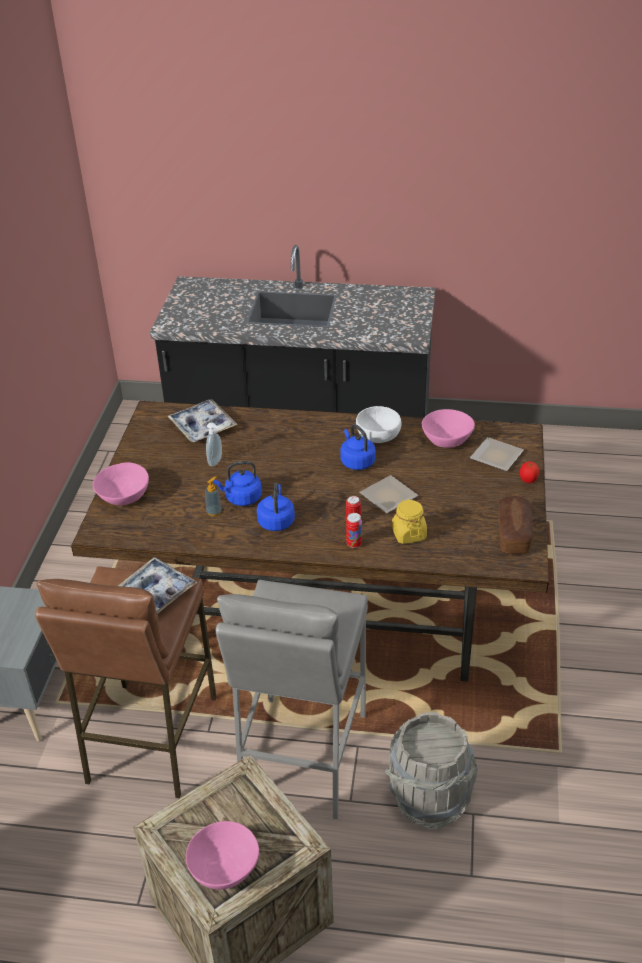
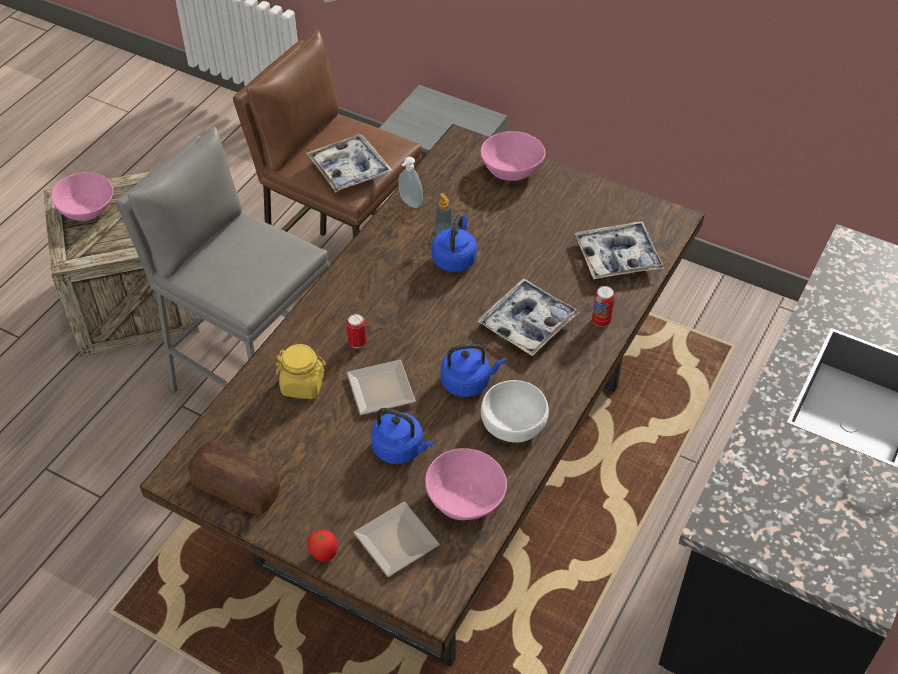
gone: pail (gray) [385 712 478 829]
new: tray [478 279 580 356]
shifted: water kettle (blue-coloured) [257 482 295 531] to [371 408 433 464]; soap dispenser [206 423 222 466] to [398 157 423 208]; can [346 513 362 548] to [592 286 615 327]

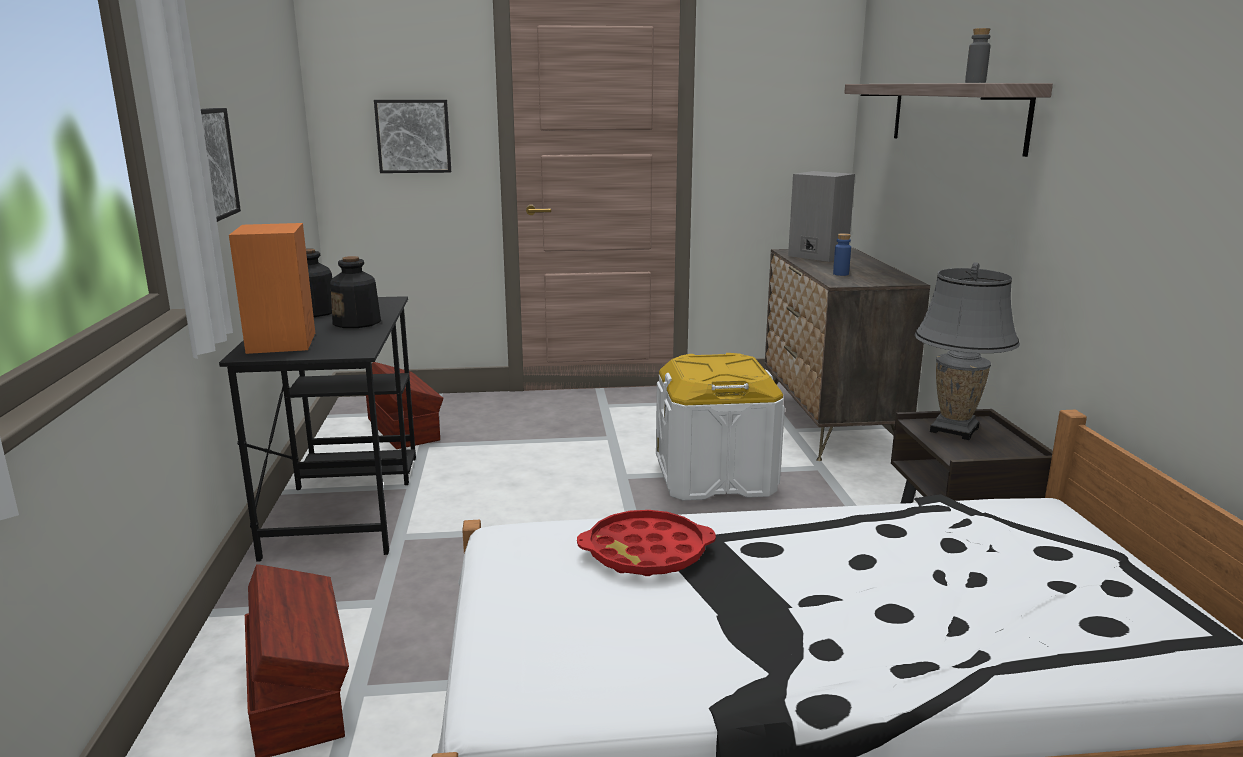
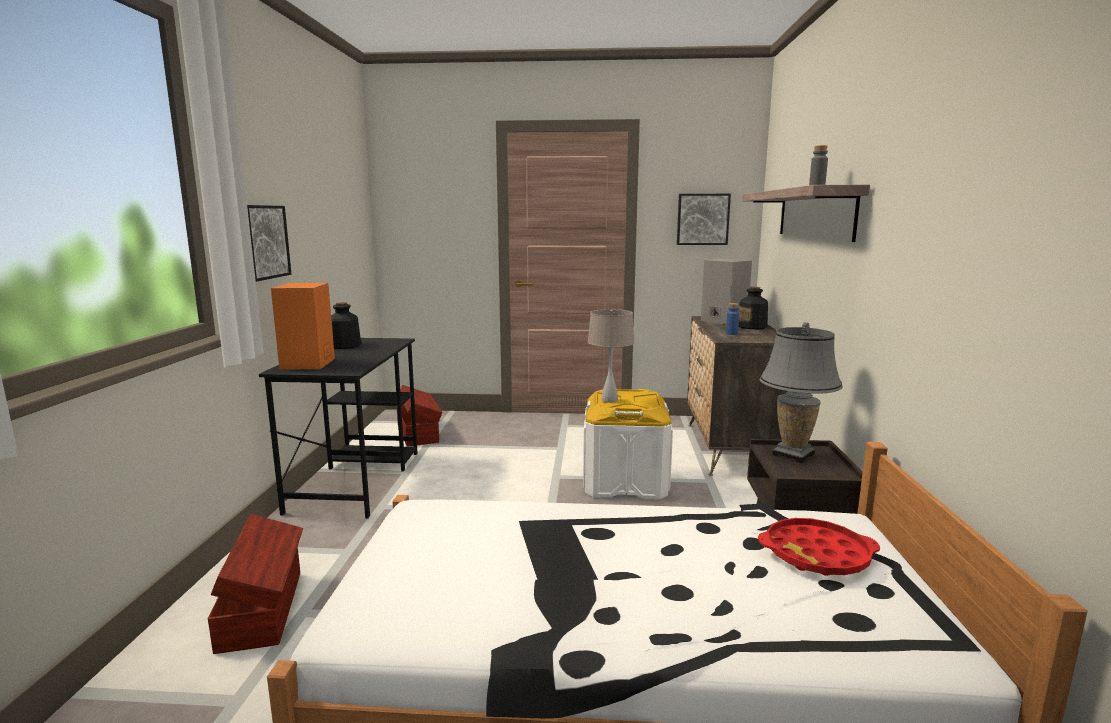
new: tabletop lamp (beige) [588 309 634 403]
shifted: wall picture [374 100 451 173] to [677 194 731 245]; drink bottle [330 256 381 328] to [739 287 768 329]; tray (red) [577 510 716 576] to [758 518 880 576]

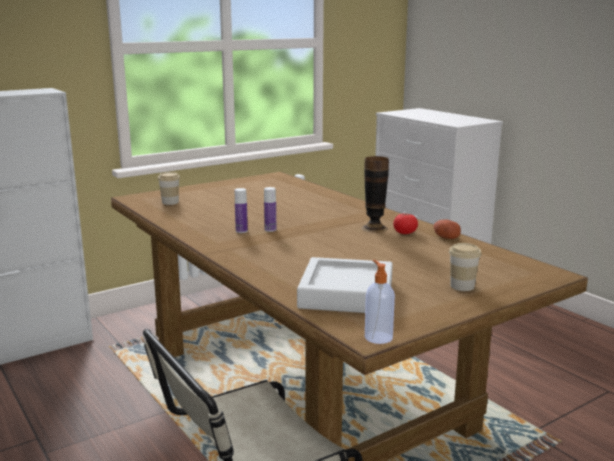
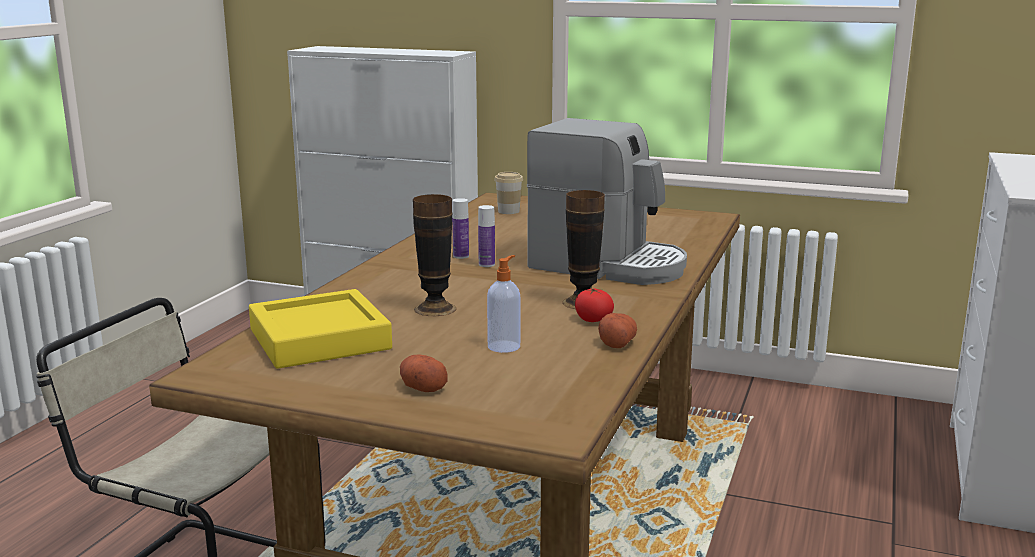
new: decorative vase [413 194 457 316]; coffee brewer [527 118 687 285]
shifted: soap dispenser [365 260 395 344] to [487 255 520 353]
swapped: small cup [449 243 481 291] to potato [400 355 447 392]
repainted: tray (gray) [297 257 393 313] to tray (yellow) [249 289 392 369]

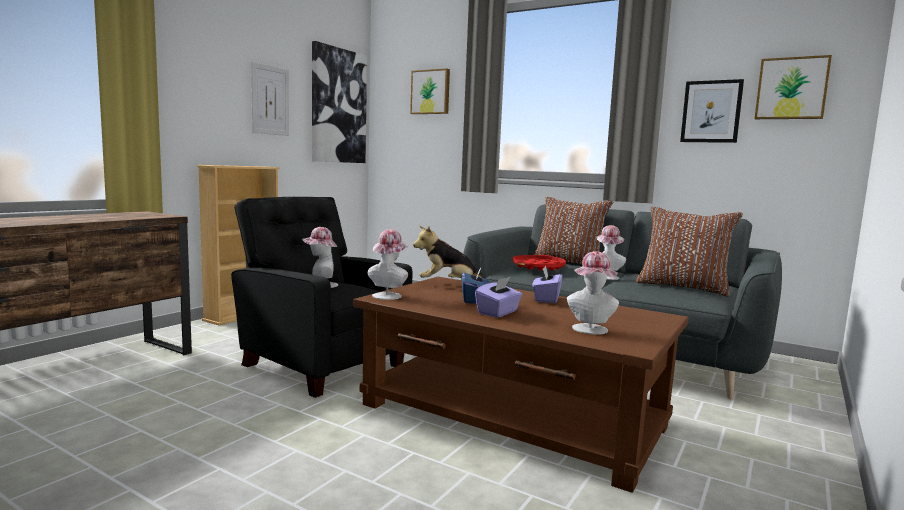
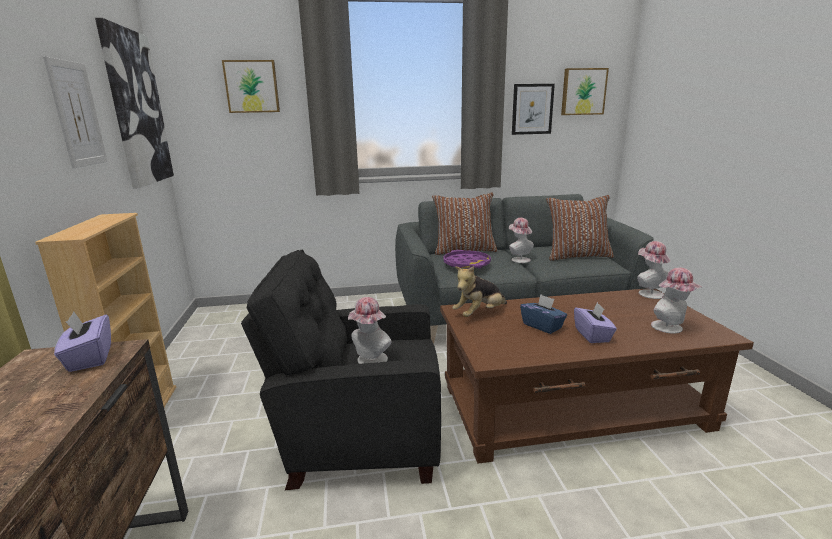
shifted: tissue holder (purplish) [533 266 562 303] to [54 311 111 372]; wearable hat [368 229 408 300] to [637 241 671 299]
repainted: tray (red) [513 255 566 271] to tray (purplish) [443 250 491 269]

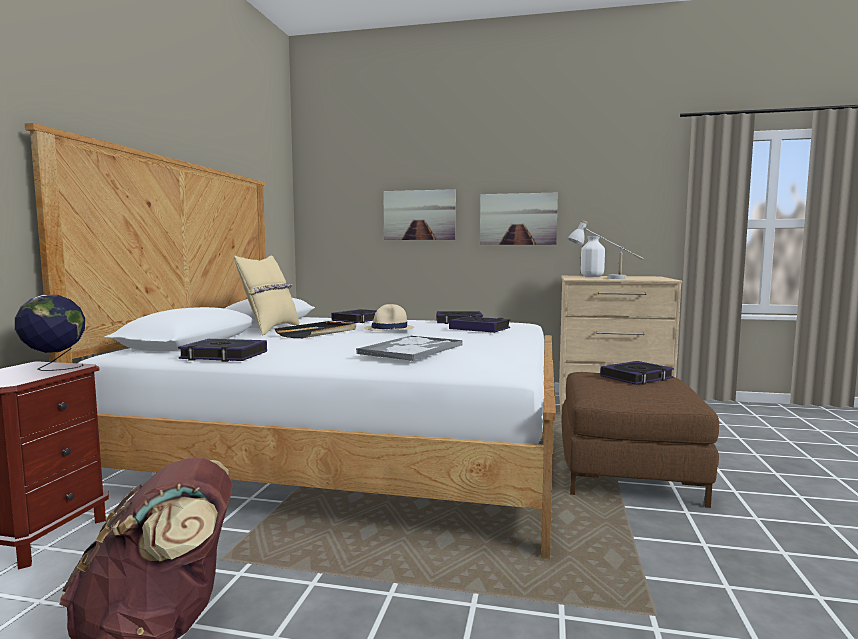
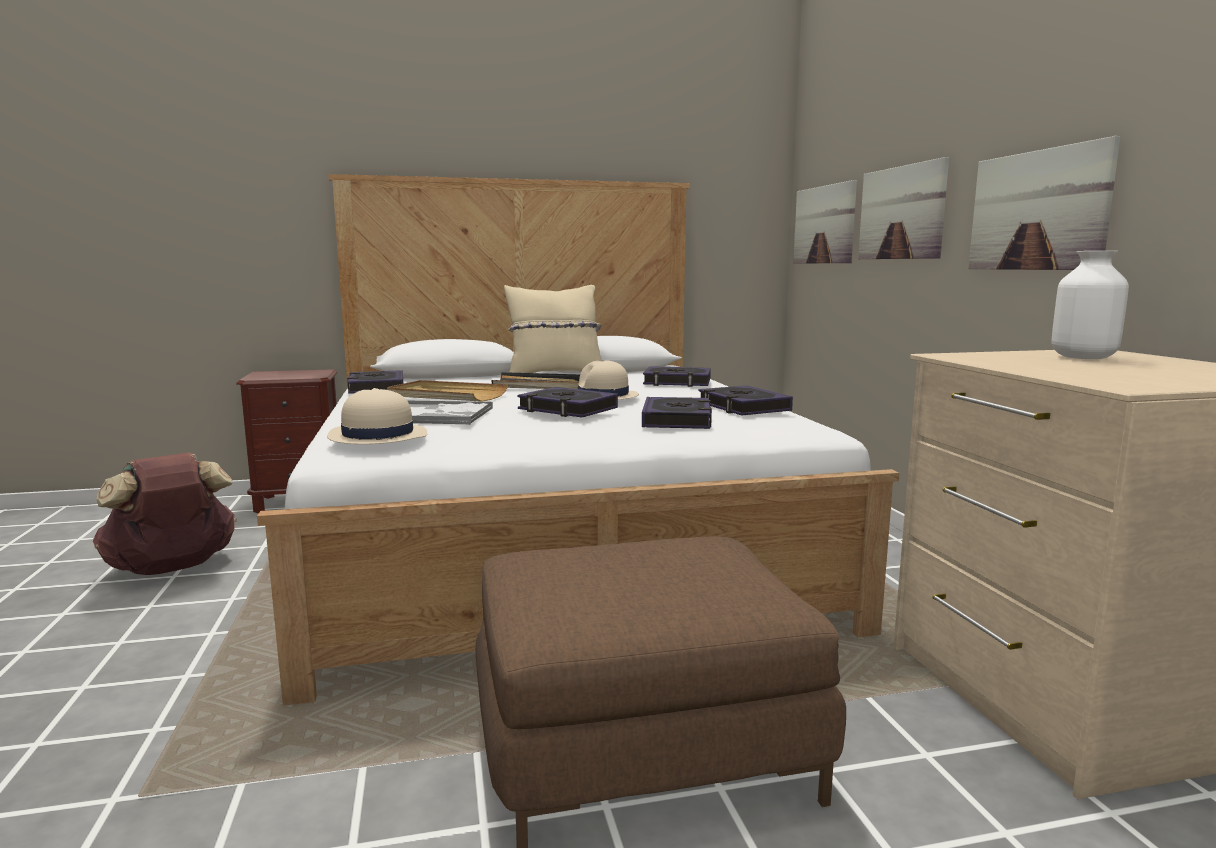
gone: globe [15 294 85 371]; tabletop lamp (white-coloured) [567 220 644 279]
new: wearable hat (beige) [327 388 427 444]; tray (beige) [387 380 508 402]; wall picture [793 180 857 263]
shifted: bound book [600 361 674 385] to [517 387 618 417]

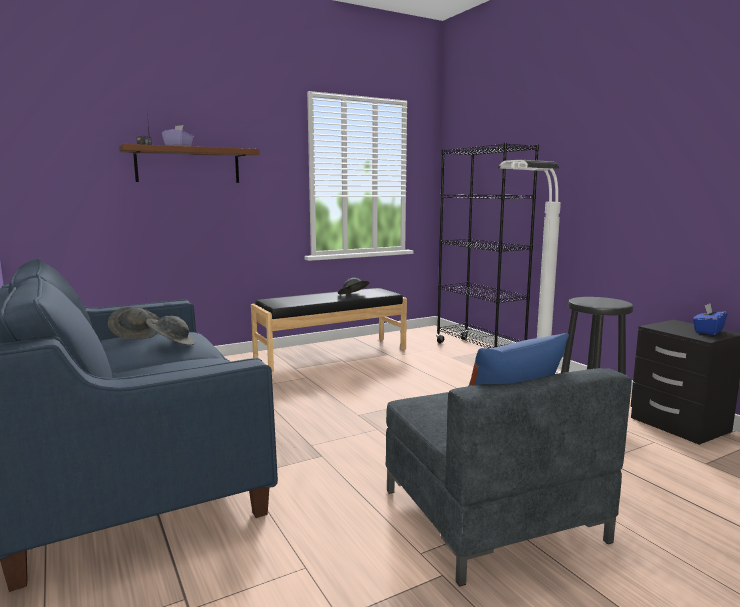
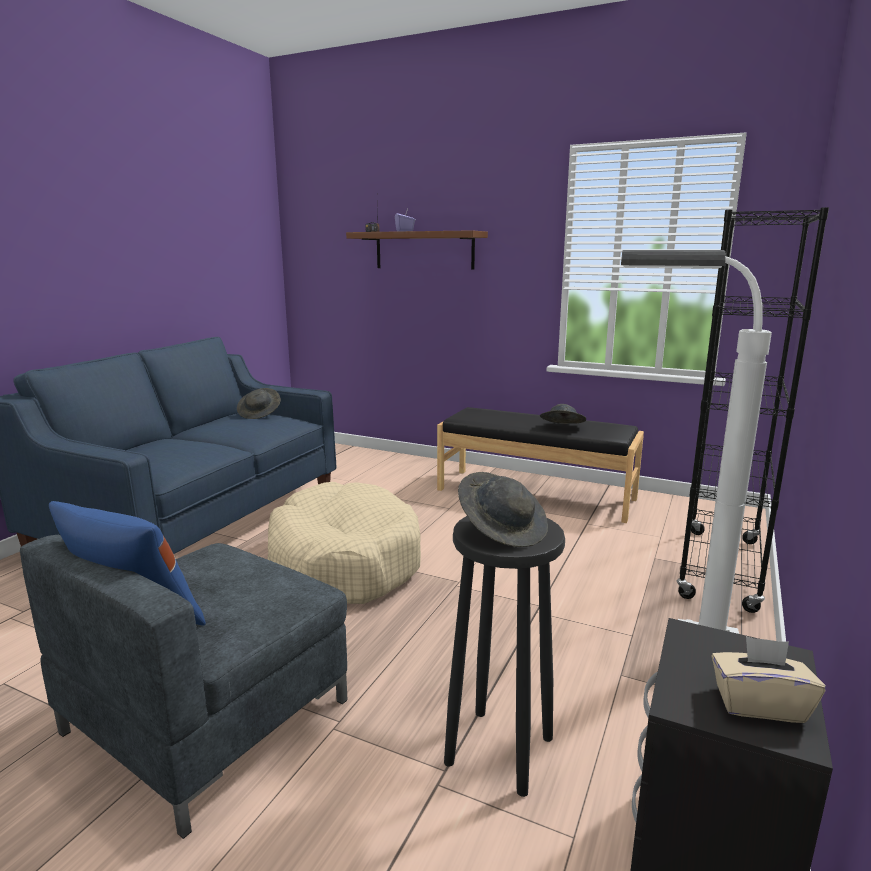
new: pet bed (beige) [267 482 421 604]
shifted: wearable hat (gray) [146 316 196 345] to [458 472 548 547]
repainted: tissue holder (blue-coloured) [693 304 727 335] to tissue holder (beige) [712 636 826 723]

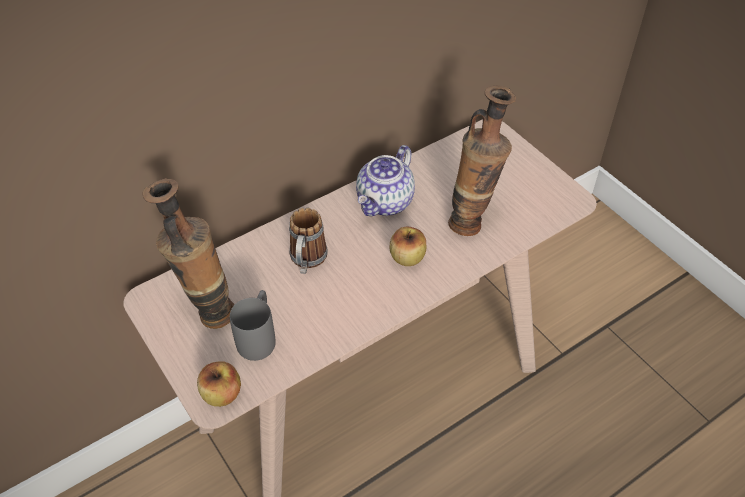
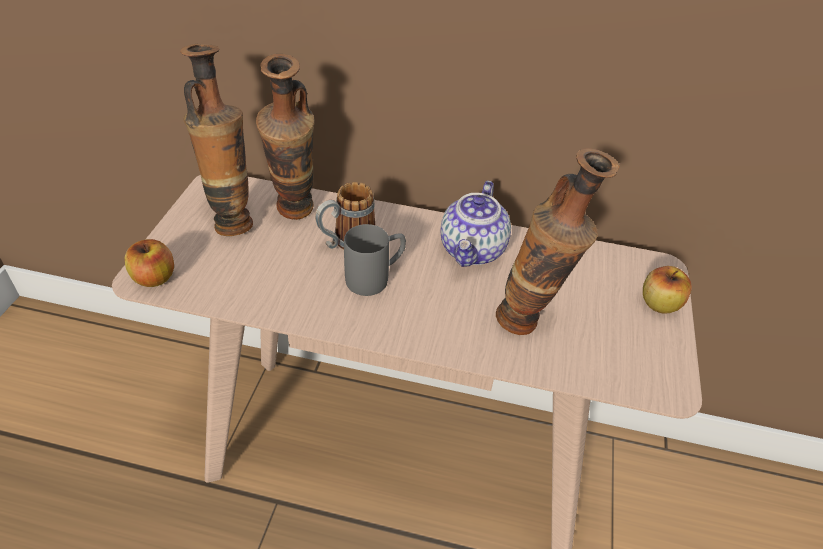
new: decorative vase [256 54 315 220]
shifted: mug (gray) [230 290 276 361] to [344 224 406 296]; apple fruit [390 227 426 266] to [643 266 692 314]
rotated: teapot [356 145 415 216] = [440 181 511 267] 60 degrees counterclockwise

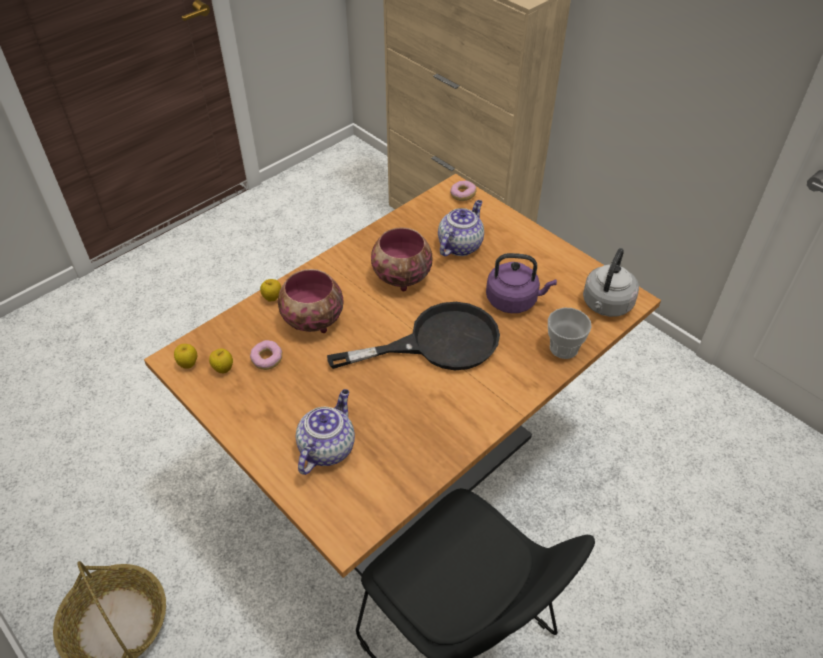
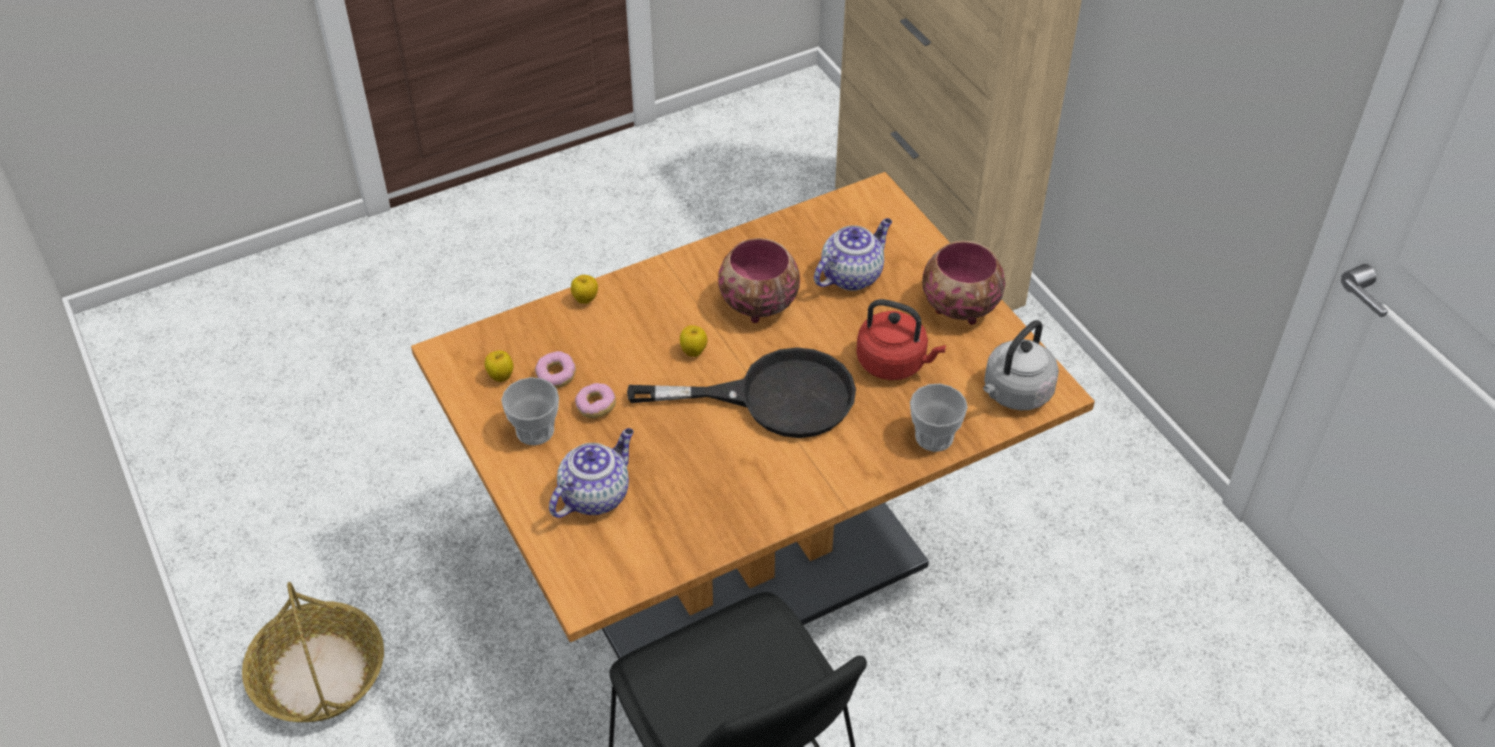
new: small cup [501 377 559 445]
shifted: ring doughnut [450 181 477 201] to [575 383 616 418]; apple fruit [174 344 197 369] to [680 325 707 357]; serving bowl [278 269 343 333] to [922 241 1005 325]
repainted: water kettle (purplish) [486 253 557 313] to water kettle (red) [856 299 946 380]

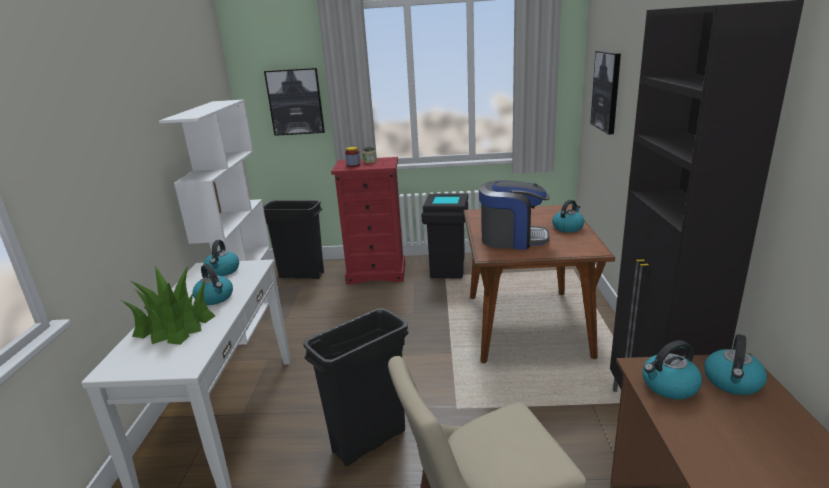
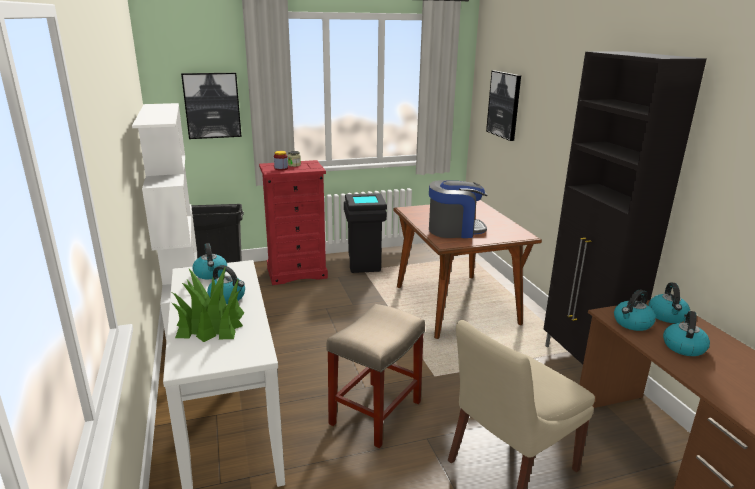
shifted: water kettle [552 200 584 233] to [663 311 710 356]
swapped: waste bin (black-coloured) [303 308 408 466] to sitting stool (beige) [326 304 425 448]

